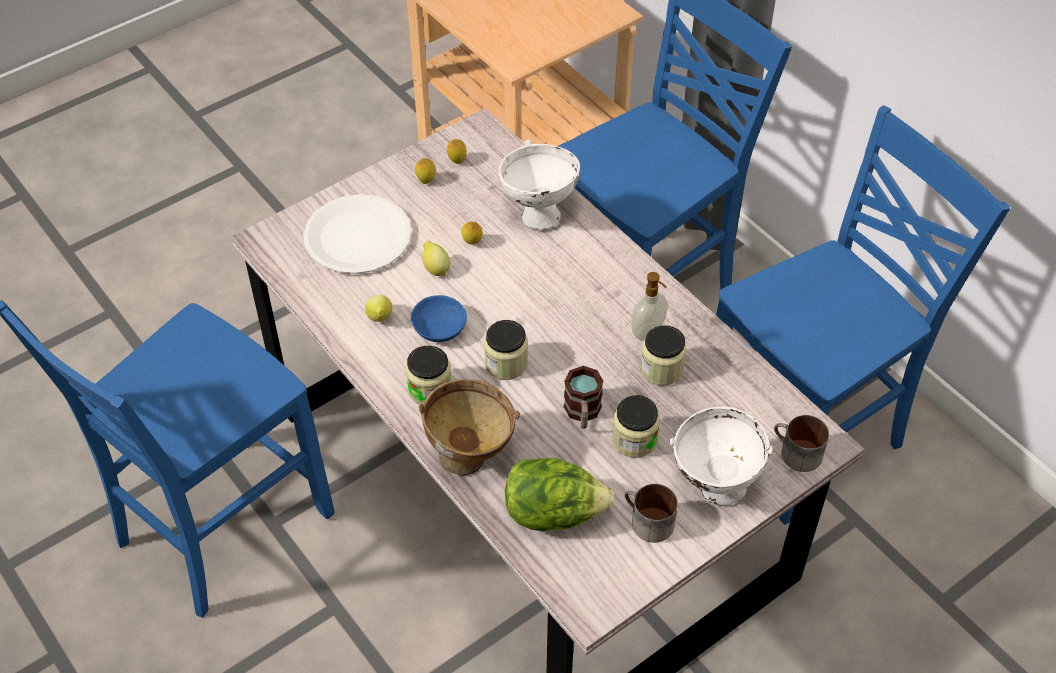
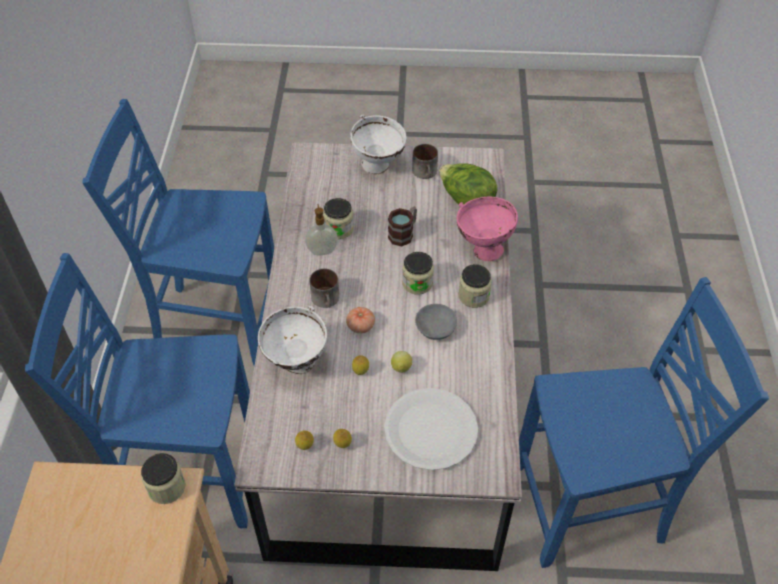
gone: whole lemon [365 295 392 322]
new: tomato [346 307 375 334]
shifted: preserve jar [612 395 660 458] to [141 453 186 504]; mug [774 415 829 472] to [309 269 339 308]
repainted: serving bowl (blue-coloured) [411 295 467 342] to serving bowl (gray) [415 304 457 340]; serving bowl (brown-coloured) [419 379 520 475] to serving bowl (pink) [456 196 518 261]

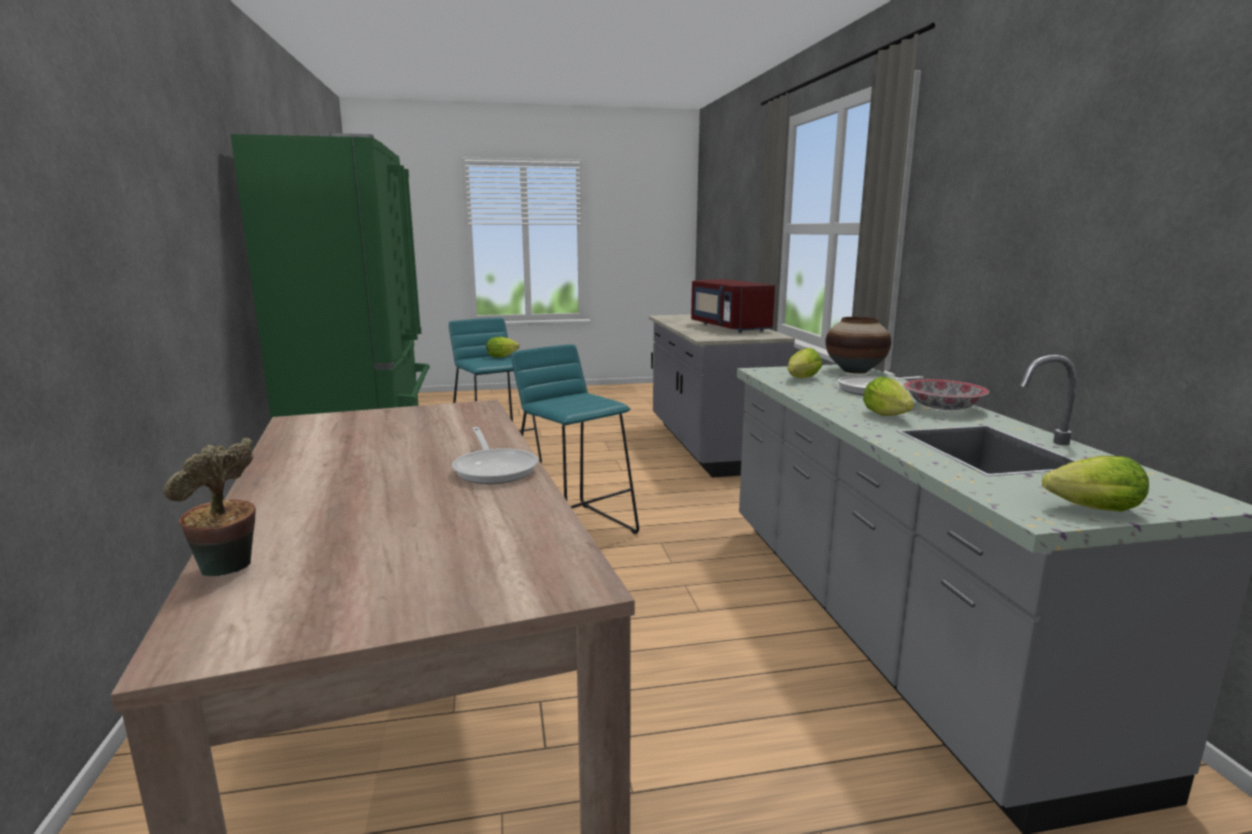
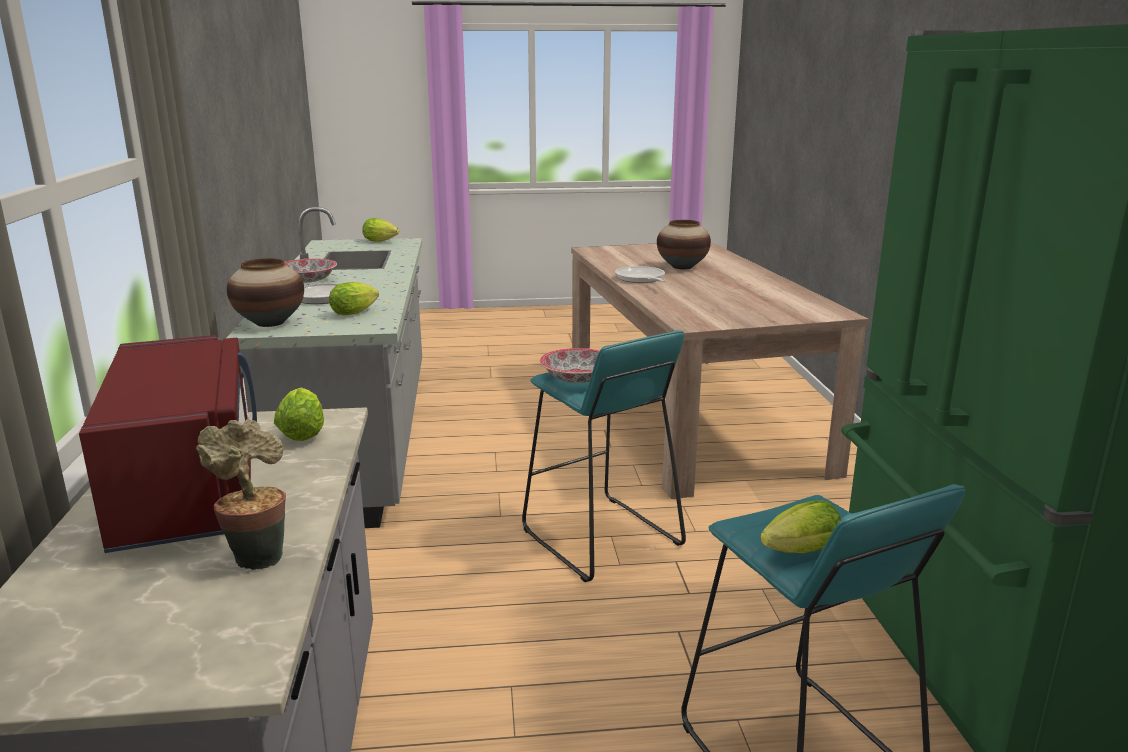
new: serving bowl [540 348 599 383]; decorative vase [657 220 711 269]
shifted: plant in a pot [163 438 256 576] to [196 419 286 570]; lettuce head [863 377 914 416] to [274 388 324 441]

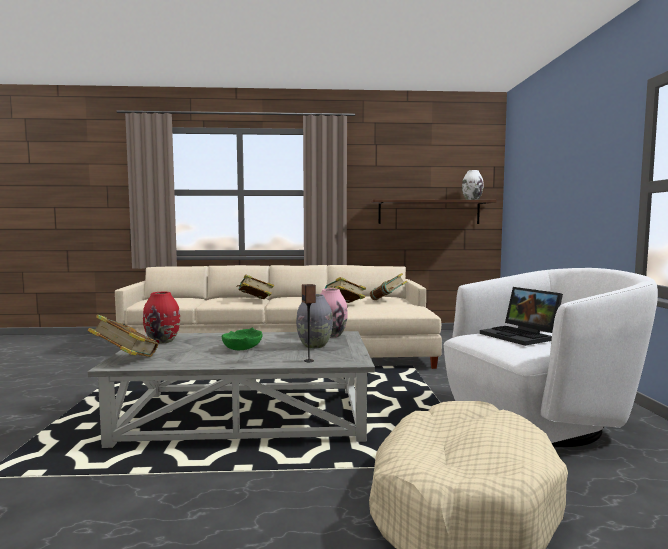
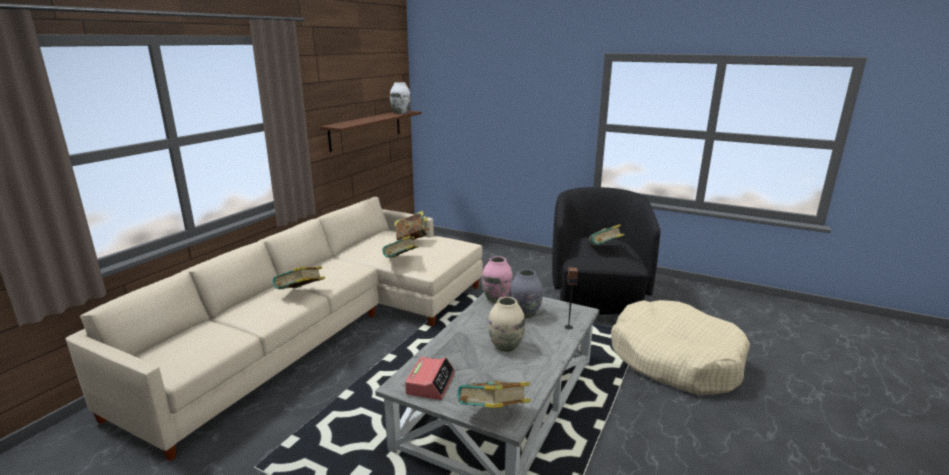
swapped: decorative vase (red) [143 292 180 344] to table clock [405 357 455 400]; serving bowl (greenish) [222 328 263 350] to decorative vase (beige) [488 297 525 352]; notebook computer [480 287 563 346] to bound book [589 224 624 245]
repainted: lounge chair (white-coloured) [444 268 658 447] to lounge chair (black-coloured) [552 187 660 315]

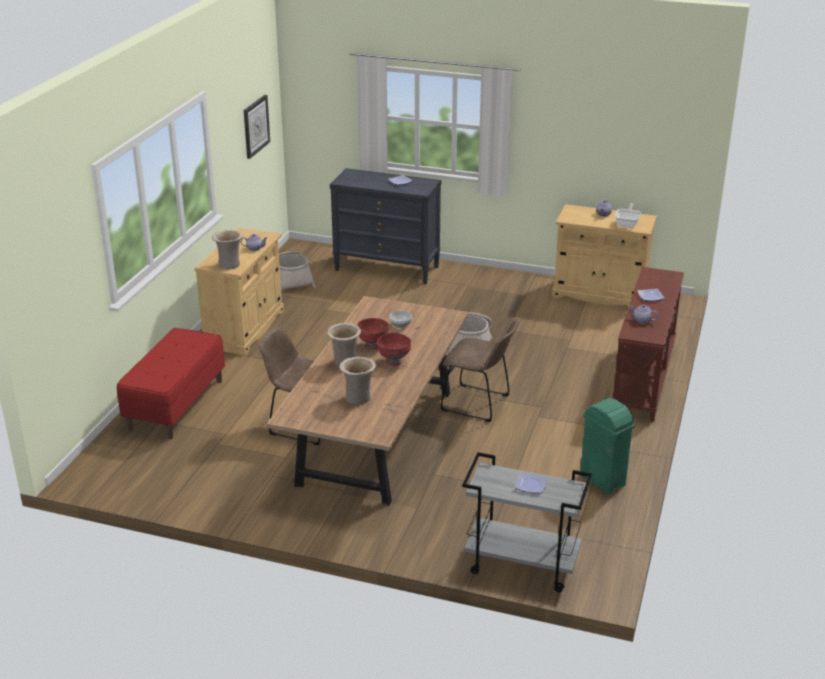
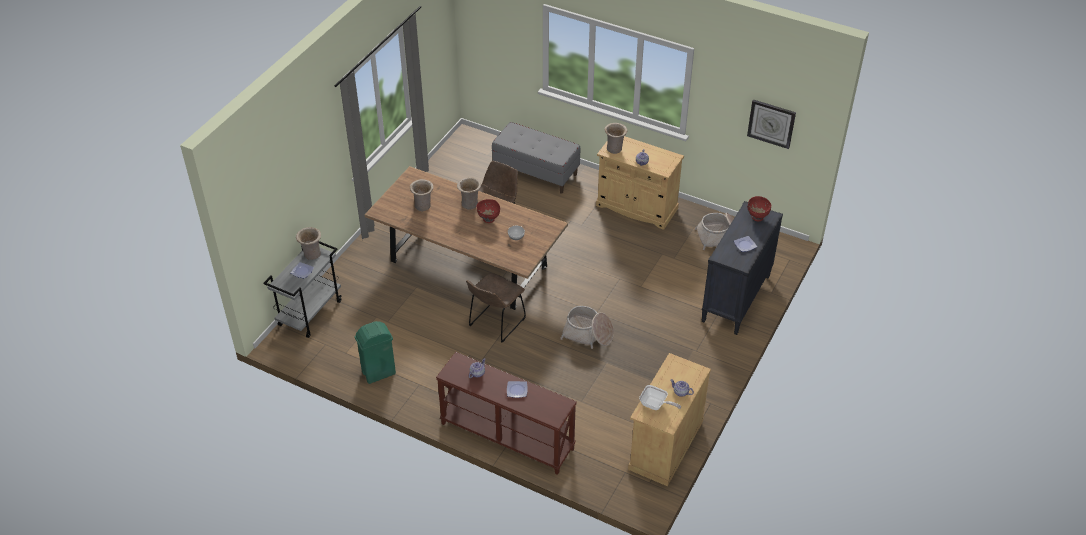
new: decorative vase (beige) [296 227 321 260]
shifted: serving bowl (red) [377 333 411 366] to [747 196 772 221]
repainted: long seat (red) [117 328 225 439] to long seat (gray) [492 122 581 194]

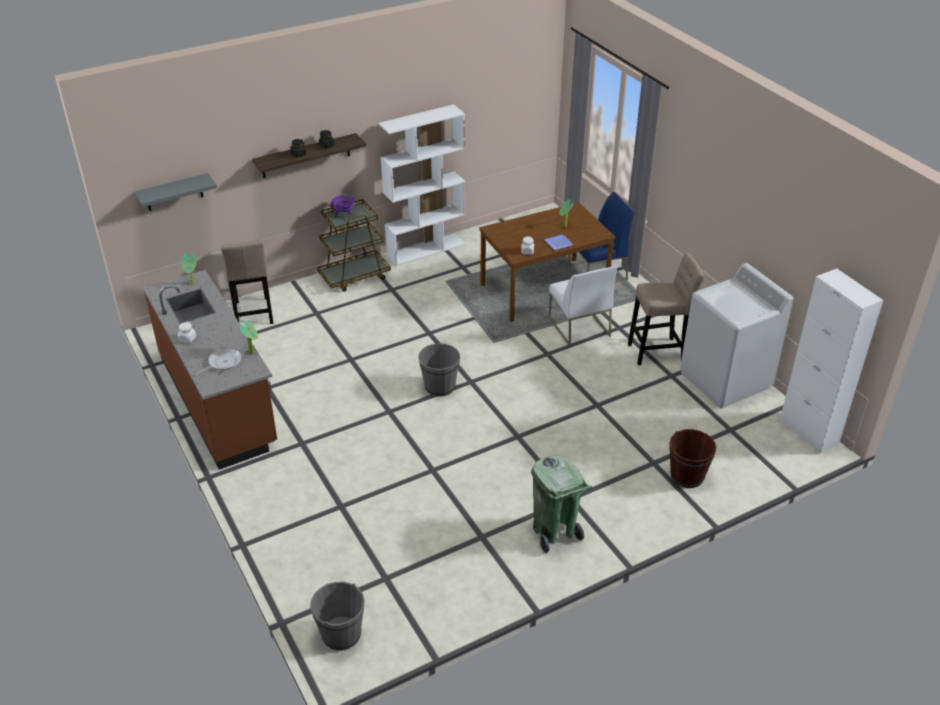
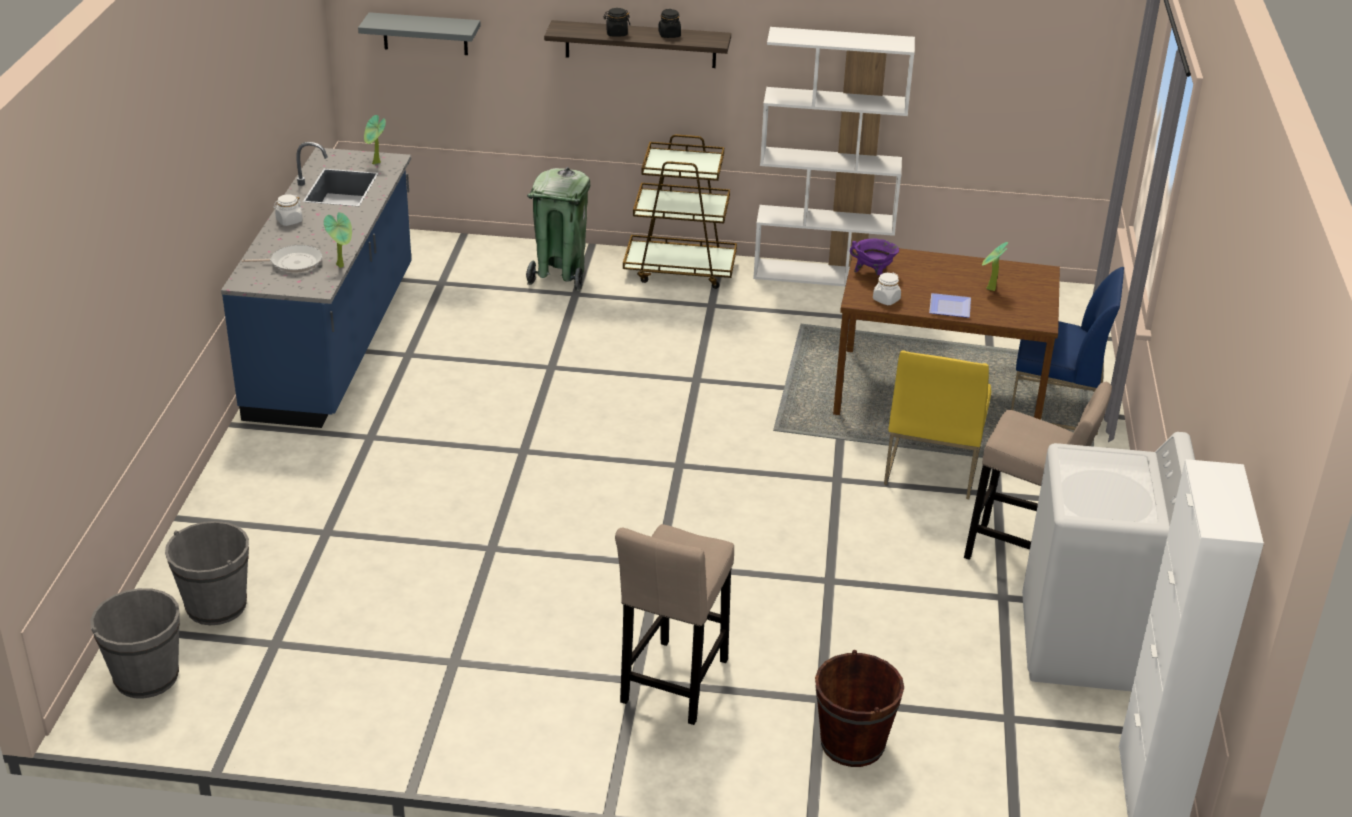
shifted: pail (gray) [418 343 460 397] to [165 521 249 625]; waste bin (greenish) [531 456 592 554] to [526 167 590 291]; sitting stool (beige) [221 240 273 324] to [615 524 734 725]; stockpot (purplish) [330 195 356 217] to [850 238 899 275]
repainted: kitchen counter (brown-coloured) [143 270 277 470] to kitchen counter (blue-coloured) [221 142 412 428]; chair (white-coloured) [548 266 617 346] to chair (yellow) [884 350 991 499]

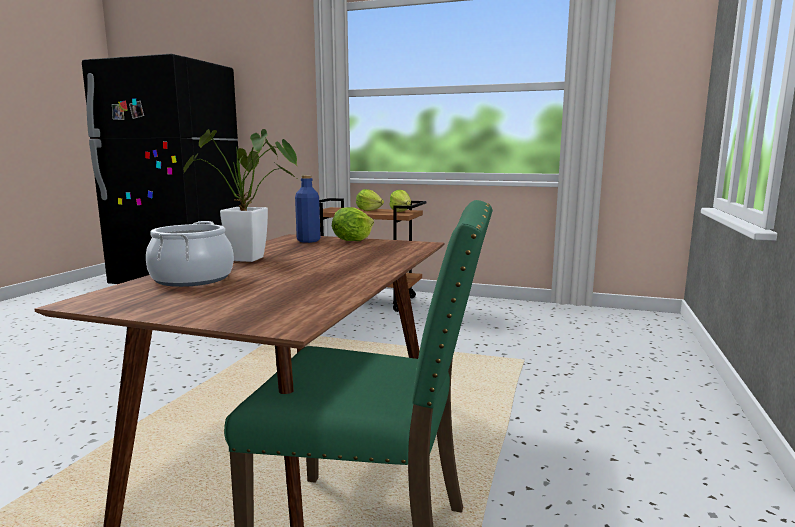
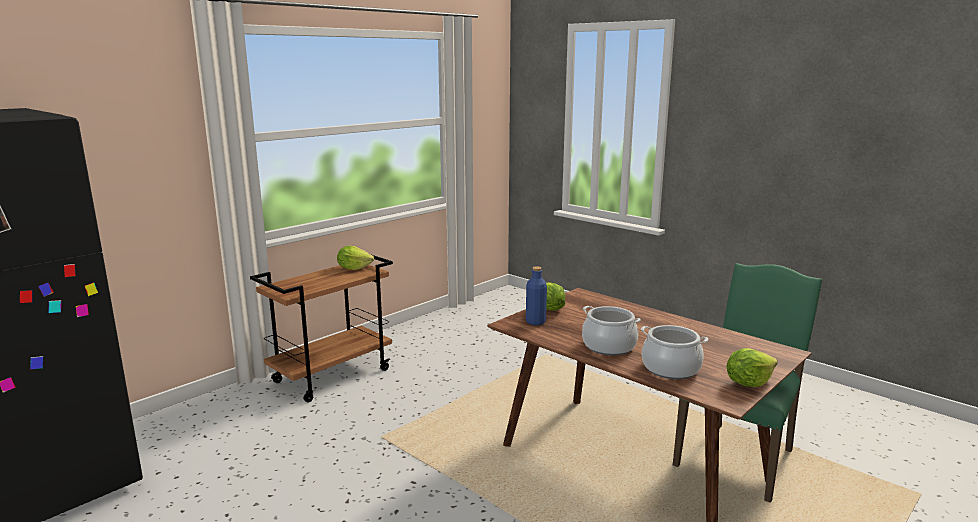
shifted: lettuce head [356 189 384 211] to [726 348 778 387]
swapped: plant in a pot [183 129 298 262] to stockpot [582 306 641 355]

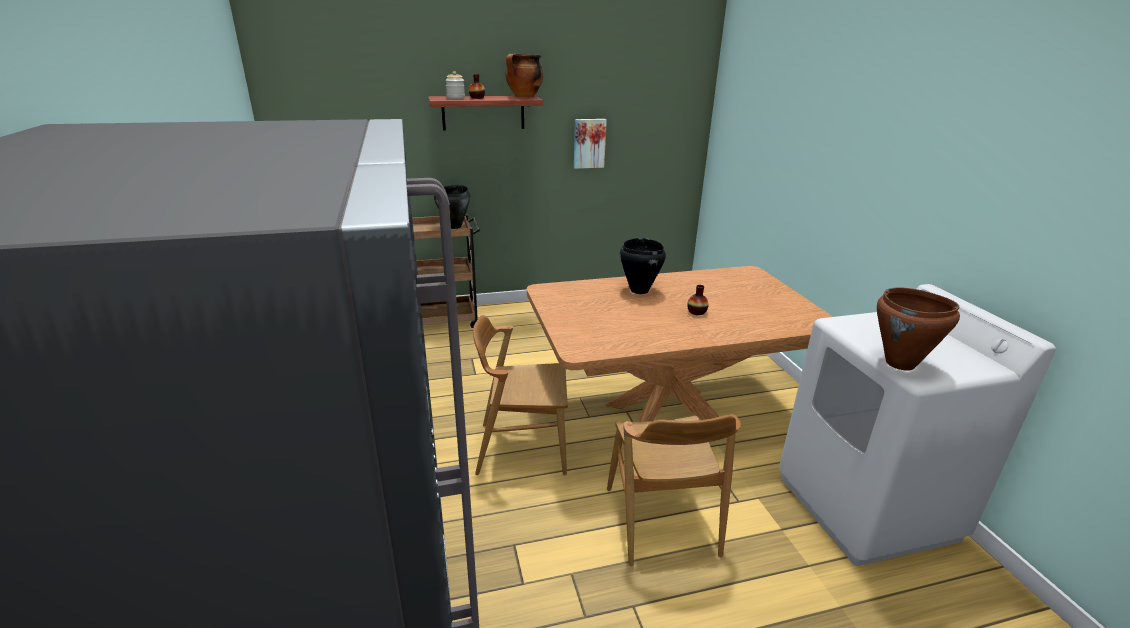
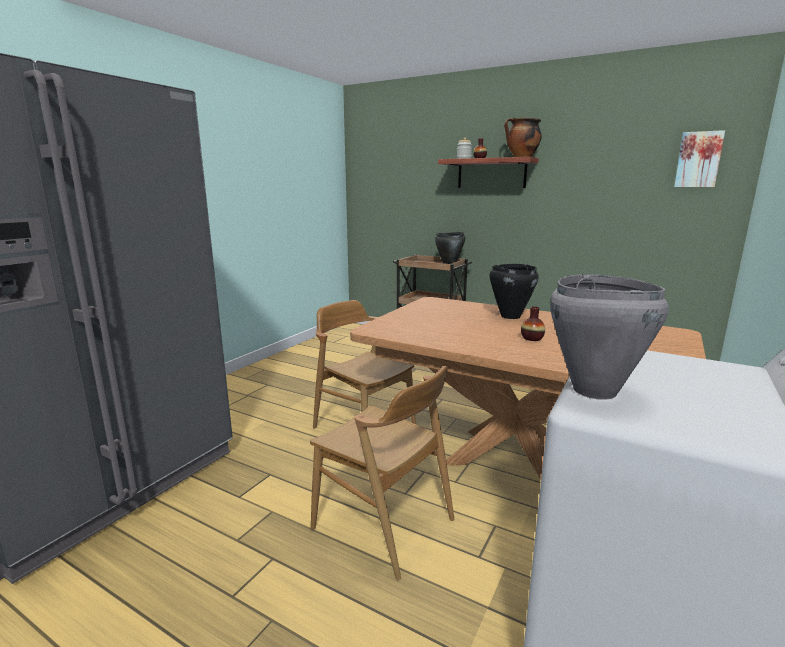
shifted: wall picture [574 119 607 169] to [674 130 725 187]
repainted: stockpot (brown-coloured) [877 287 960 371] to stockpot (gray) [550 274 669 400]
rotated: chair (brown-coloured) [607 414 741 567] = [310 366 454 580] 90 degrees counterclockwise

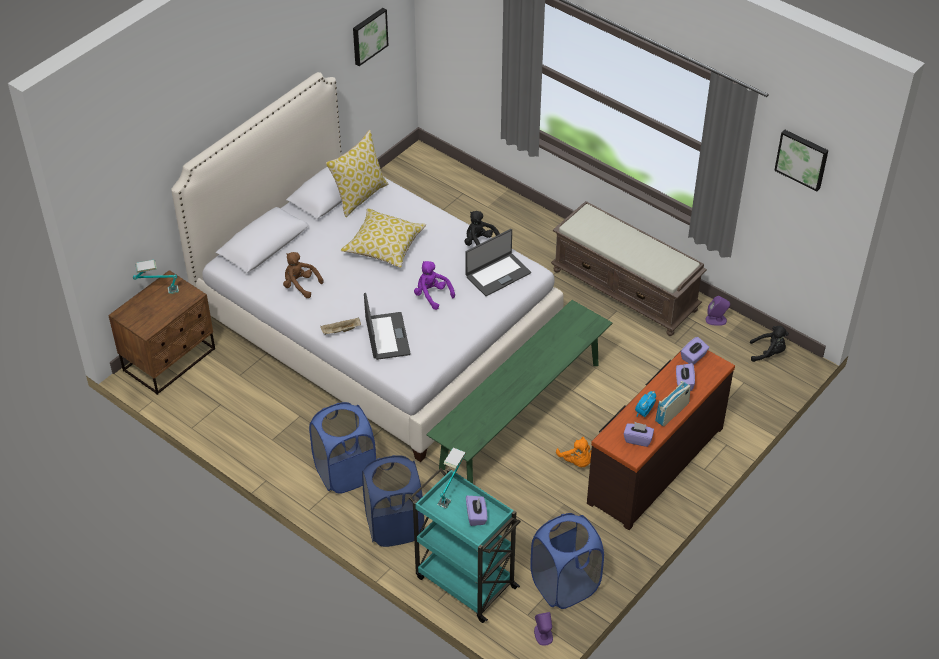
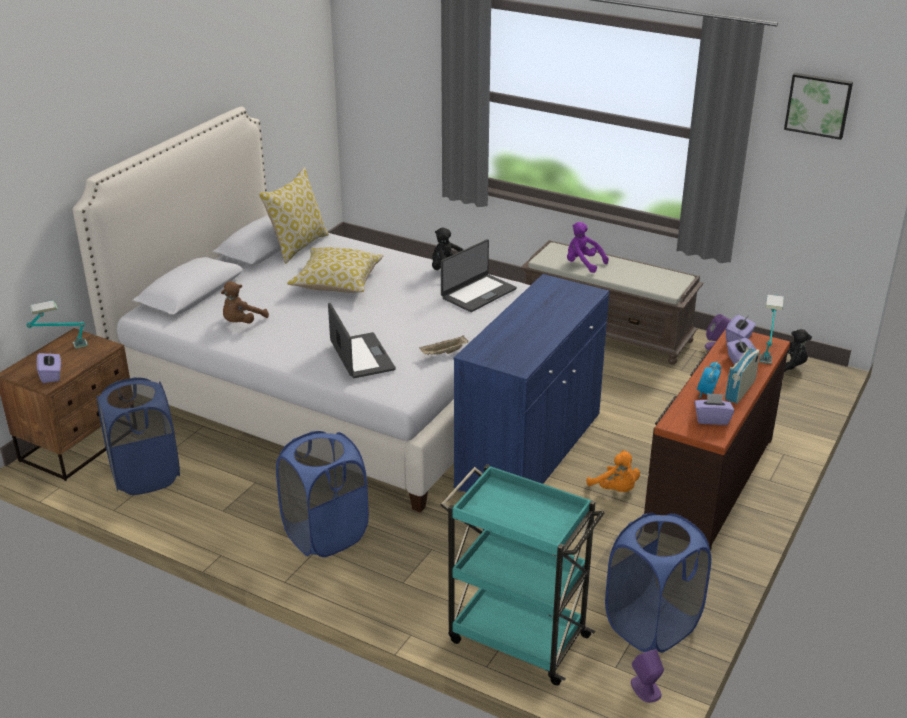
gone: wall picture [353 8 389 66]
shifted: tissue holder (purplish) [466 496 487 526] to [37 351 61 383]; washing basket (blue-coloured) [362 455 424 547] to [96 377 180 495]; tray (beige) [320 317 361 335] to [419 335 469 355]; cuddly toy (purplish) [414 261 455 310] to [567 222 609 273]; tabletop lamp [437 448 466 509] to [759 294 784 364]
swapped: long seat (greenish) [426 300 612 484] to cupboard (blue-coloured) [454 274 609 492]
rotated: cuddly toy (brown-coloured) [283 252 323 298] = [221 281 269 324] 75 degrees counterclockwise

